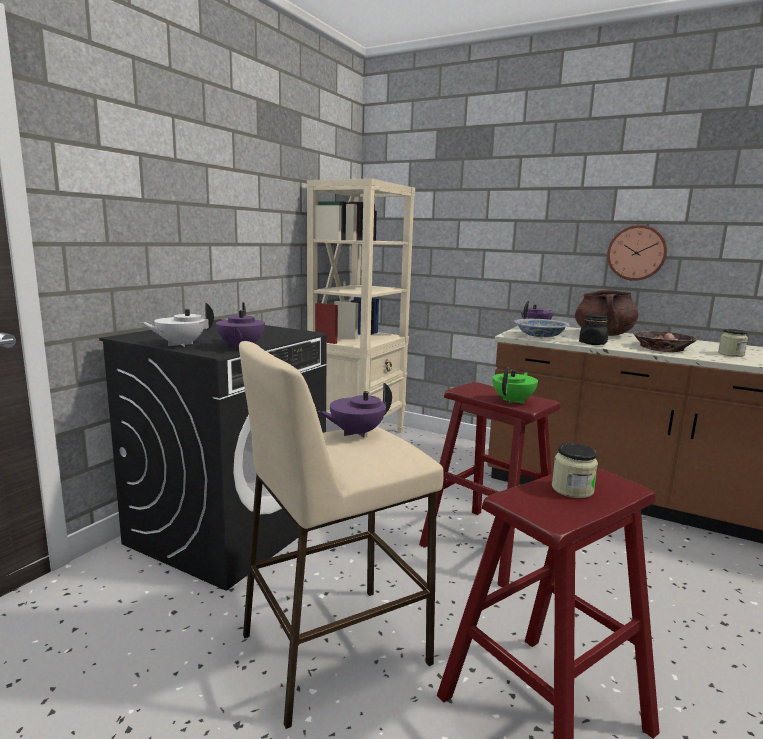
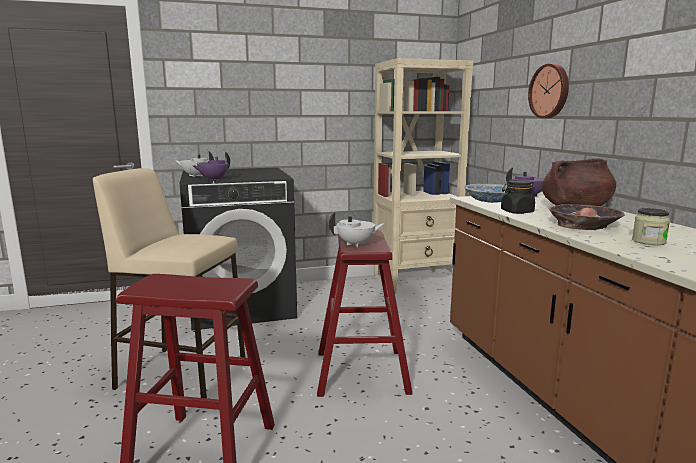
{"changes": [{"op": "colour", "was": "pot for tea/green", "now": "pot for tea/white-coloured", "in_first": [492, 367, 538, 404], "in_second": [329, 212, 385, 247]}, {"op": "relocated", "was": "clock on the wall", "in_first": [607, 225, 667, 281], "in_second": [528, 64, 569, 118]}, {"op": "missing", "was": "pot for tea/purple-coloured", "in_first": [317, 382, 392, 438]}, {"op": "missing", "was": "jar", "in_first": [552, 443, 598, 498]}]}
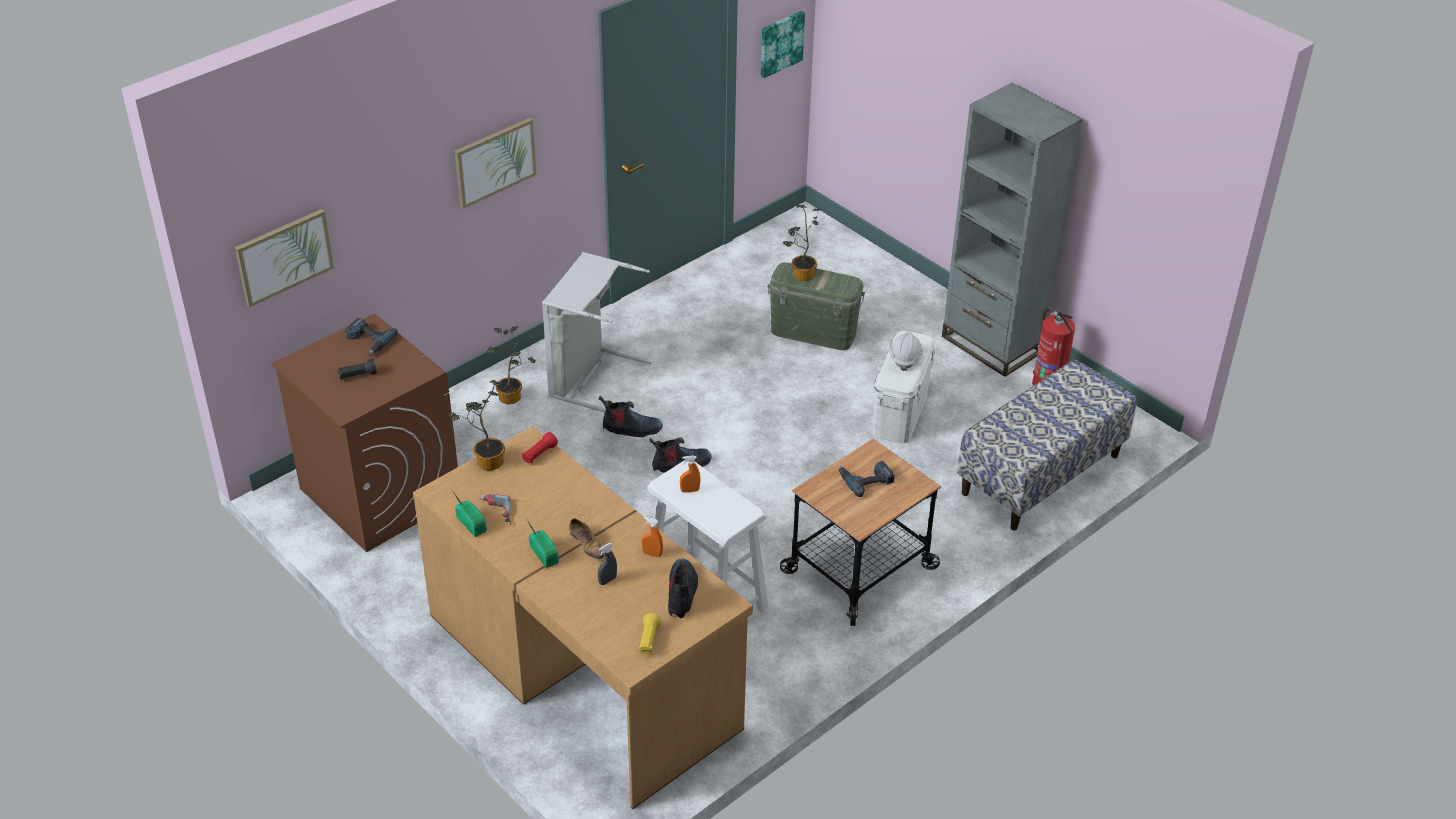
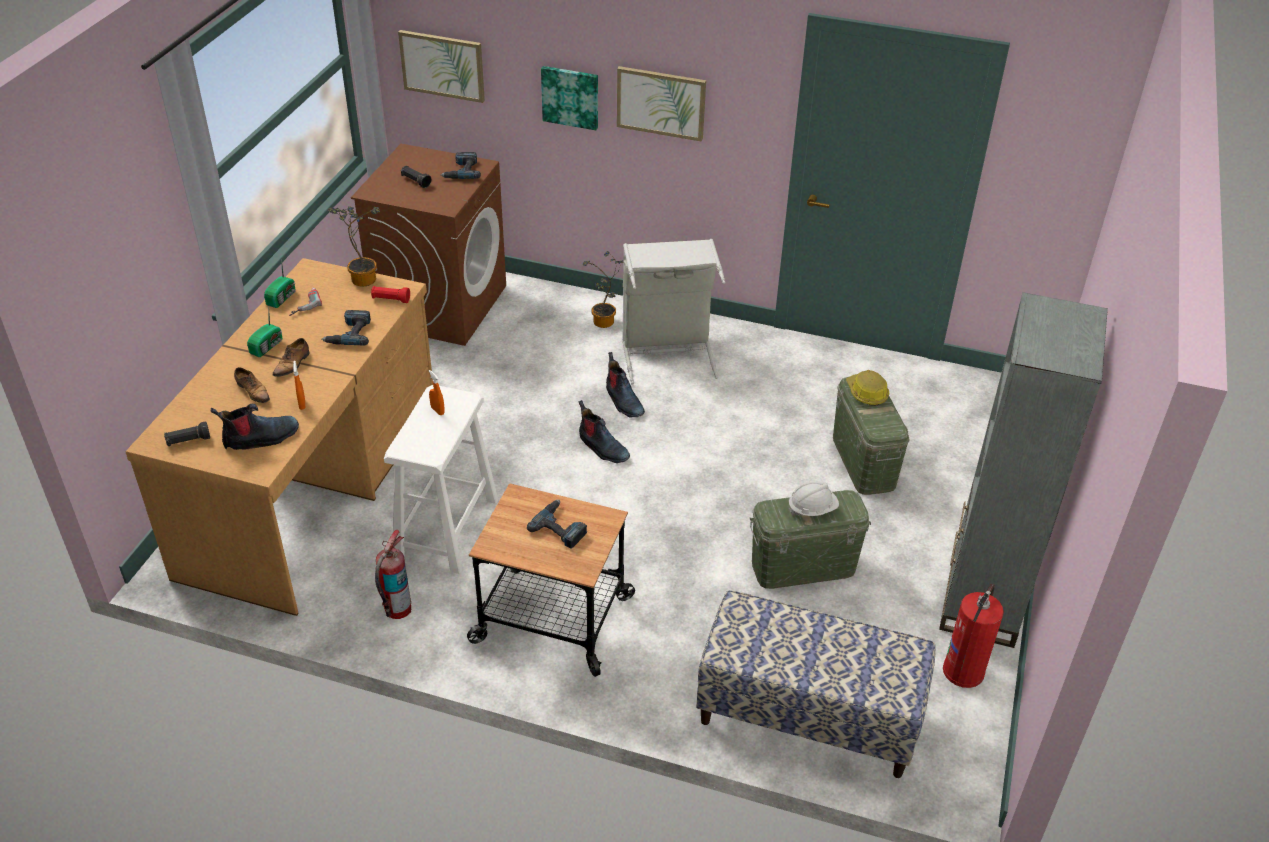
{"changes": [{"op": "colour", "was": "torch/yellow", "now": "torch/blackish", "in_first": [638, 613, 661, 655], "in_second": [164, 421, 210, 446]}, {"op": "exchanged", "was": "spray bottle/grey", "now": "low shoe", "in_first": [598, 543, 617, 585], "in_second": [234, 367, 270, 403]}, {"op": "appeared", "now": "electric drill", "in_second": [322, 310, 371, 346]}, {"op": "appeared", "now": "fire-fighting cylinder", "in_second": [375, 530, 411, 619]}, {"op": "relocated", "was": "wall picture", "in_first": [761, 11, 805, 78], "in_second": [541, 66, 598, 130]}, {"op": "colour", "was": "storage bin/white-coloured", "now": "storage bin/green", "in_first": [872, 331, 935, 444], "in_second": [750, 490, 871, 589]}, {"op": "exchanged", "was": "plant in a pot", "now": "hard hat", "in_first": [783, 205, 822, 281], "in_second": [846, 370, 889, 406]}]}
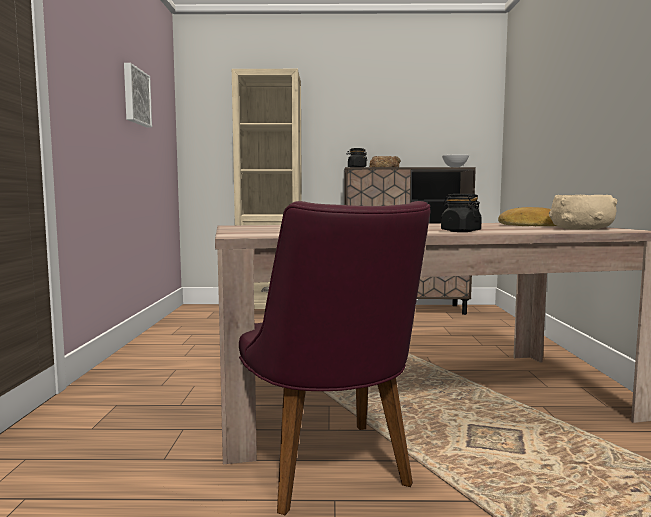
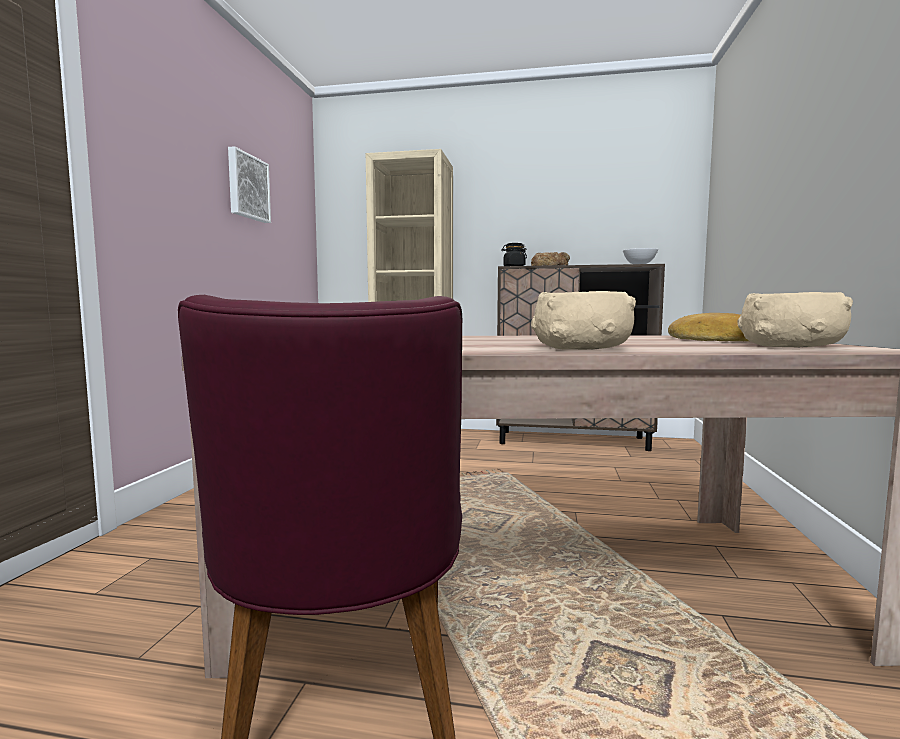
{"changes": [{"op": "exchanged", "was": "jar/blackish", "now": "bowl/beige-coloured", "in_first": [441, 194, 482, 232], "in_second": [531, 291, 636, 350]}]}
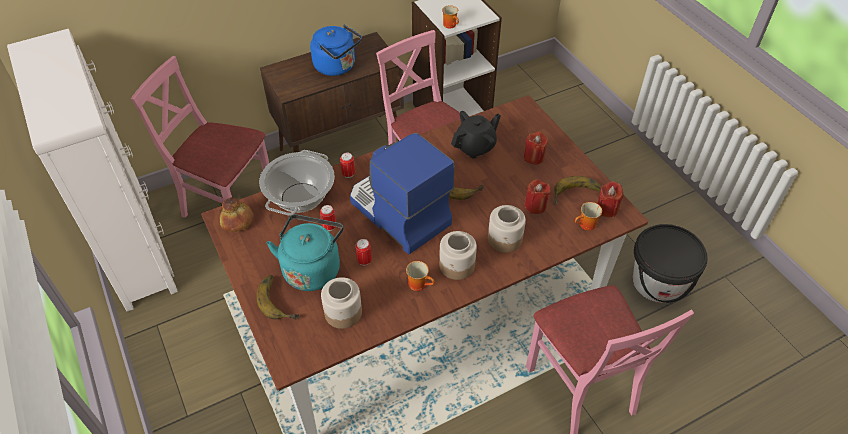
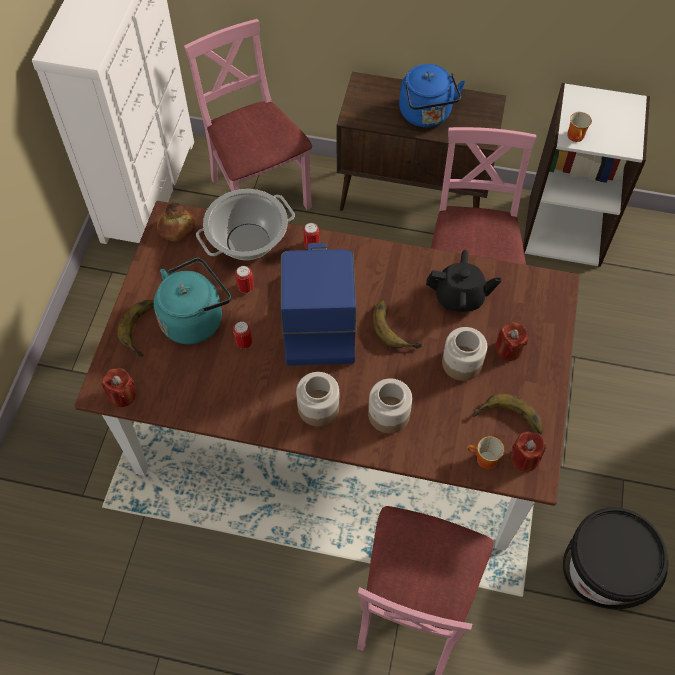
{"changes": [{"op": "relocated", "was": "candle/reddish", "in_first": [525, 179, 550, 214], "in_second": [101, 368, 136, 407]}, {"op": "relocated", "was": "jar", "in_first": [321, 277, 362, 329], "in_second": [442, 327, 487, 381]}, {"op": "missing", "was": "tea mug", "in_first": [406, 261, 435, 291]}]}
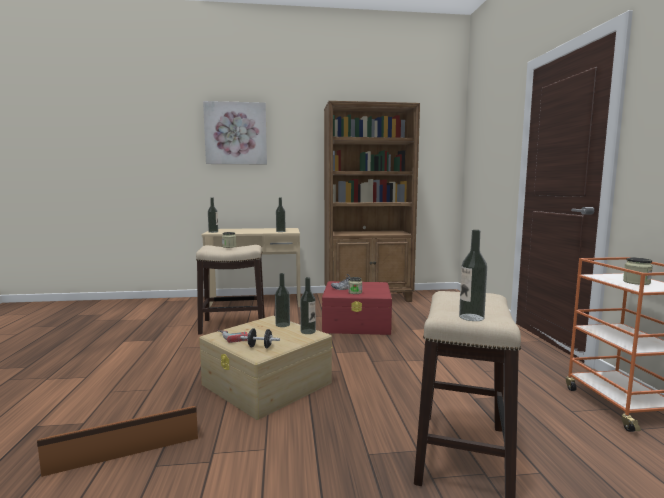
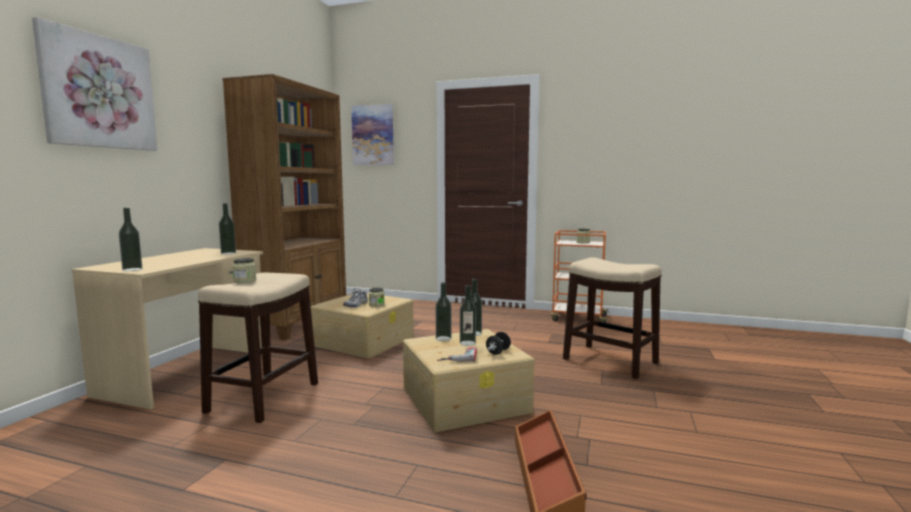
{"changes": [{"op": "colour", "was": "storage bin/reddish", "now": "storage bin/beige-coloured", "in_first": [322, 281, 392, 335], "in_second": [311, 293, 414, 359]}, {"op": "appeared", "now": "wall picture", "in_second": [351, 104, 394, 165]}, {"op": "relocated", "was": "beverage bottle", "in_first": [459, 230, 487, 321], "in_second": [460, 285, 476, 346]}]}
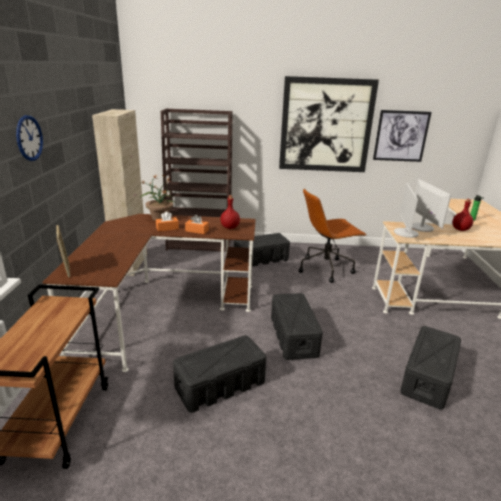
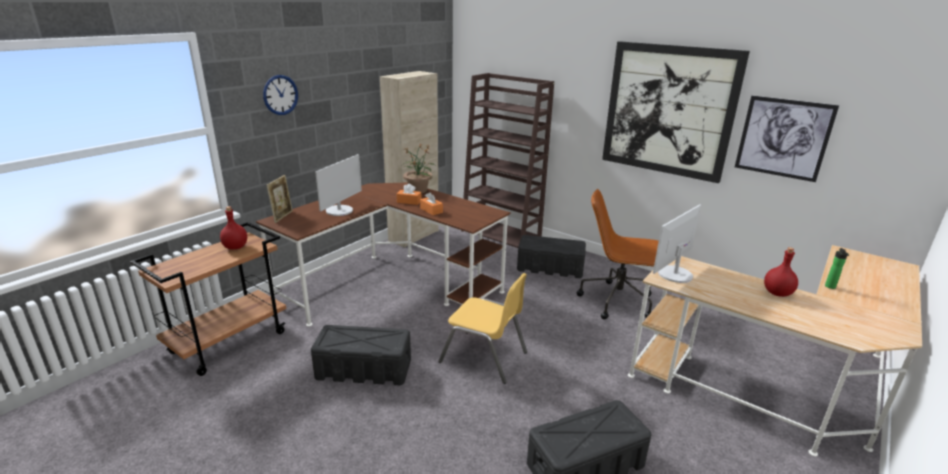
{"changes": [{"op": "relocated", "was": "beverage bottle/reddish", "in_first": [220, 195, 240, 229], "in_second": [220, 206, 247, 249]}, {"op": "relocated", "was": "monitor", "in_first": [412, 179, 451, 232], "in_second": [315, 154, 362, 216]}, {"op": "exchanged", "was": "storage bin/blackish", "now": "plain chair/yellow", "in_first": [271, 293, 323, 360], "in_second": [438, 273, 527, 384]}]}
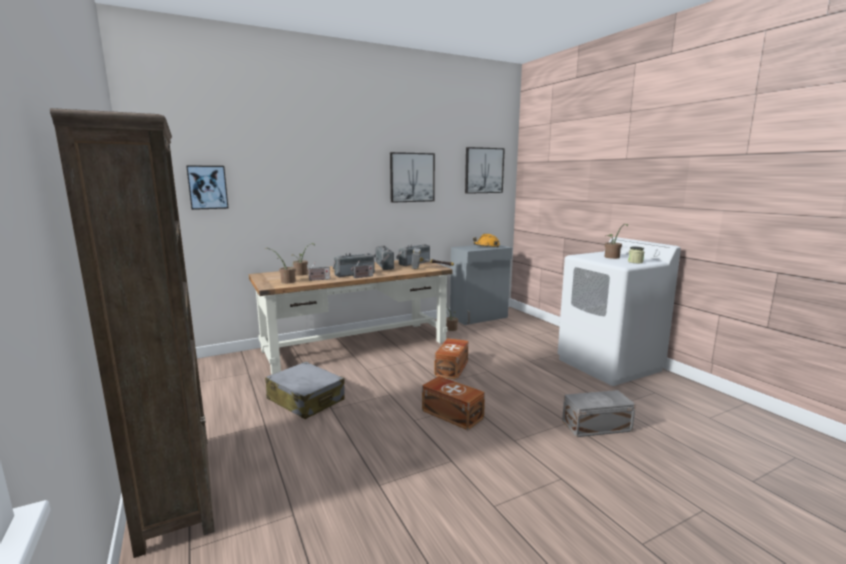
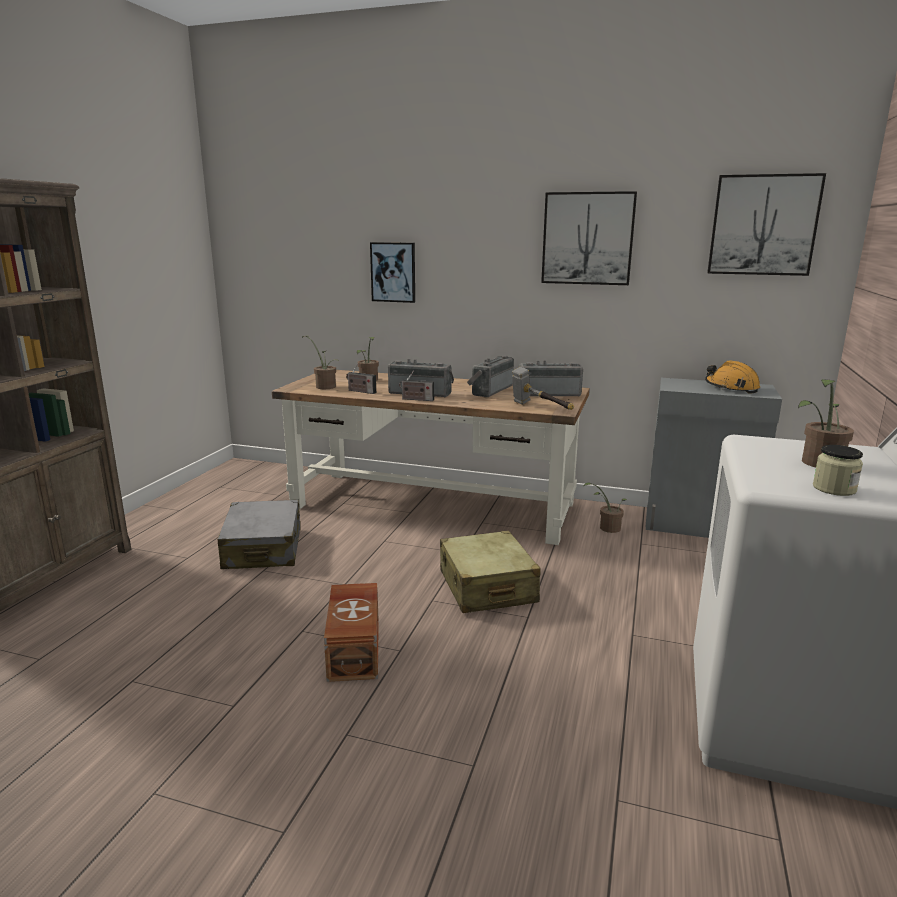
{"changes": [{"op": "relocated", "was": "wall picture", "in_first": [186, 165, 229, 210], "in_second": [370, 242, 415, 303]}, {"op": "exchanged", "was": "storage bin/brown-coloured", "now": "piece of luggage/beige-coloured", "in_first": [434, 338, 468, 380], "in_second": [440, 530, 541, 613]}, {"op": "missing", "was": "storage bin/grey", "in_first": [562, 390, 636, 437]}]}
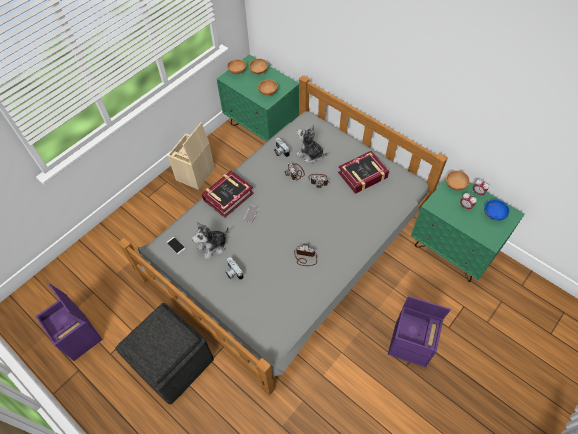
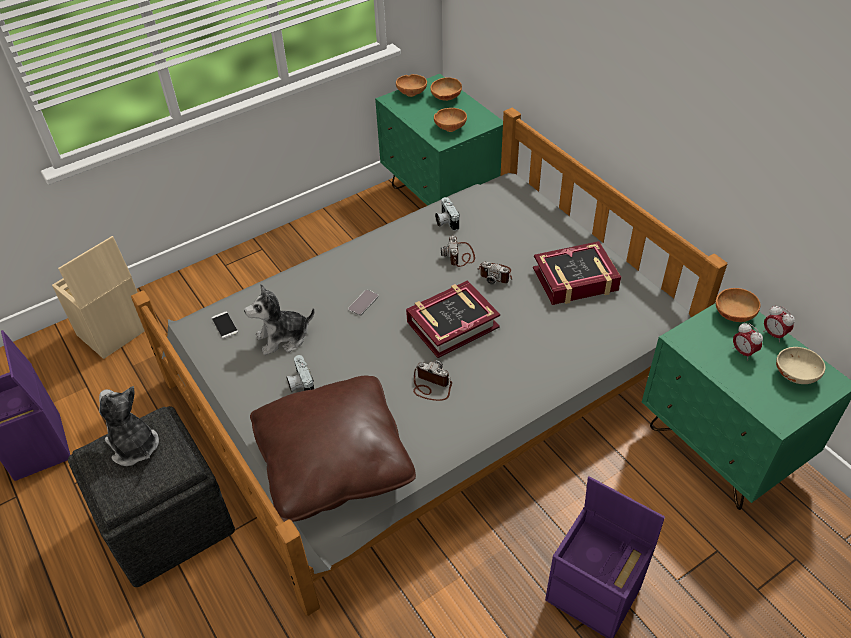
{"changes": [{"op": "relocated", "was": "storage bin/beige-coloured", "in_first": [168, 122, 215, 190], "in_second": [52, 236, 145, 359]}, {"op": "relocated", "was": "plush toy", "in_first": [296, 125, 327, 163], "in_second": [99, 386, 159, 466]}, {"op": "appeared", "now": "throw pillow/brown-coloured", "in_second": [250, 376, 416, 522]}, {"op": "relocated", "was": "book", "in_first": [202, 171, 254, 218], "in_second": [406, 280, 500, 358]}, {"op": "colour", "was": "bowl/bluish", "now": "bowl/beige-coloured", "in_first": [484, 200, 510, 220], "in_second": [776, 347, 826, 384]}]}
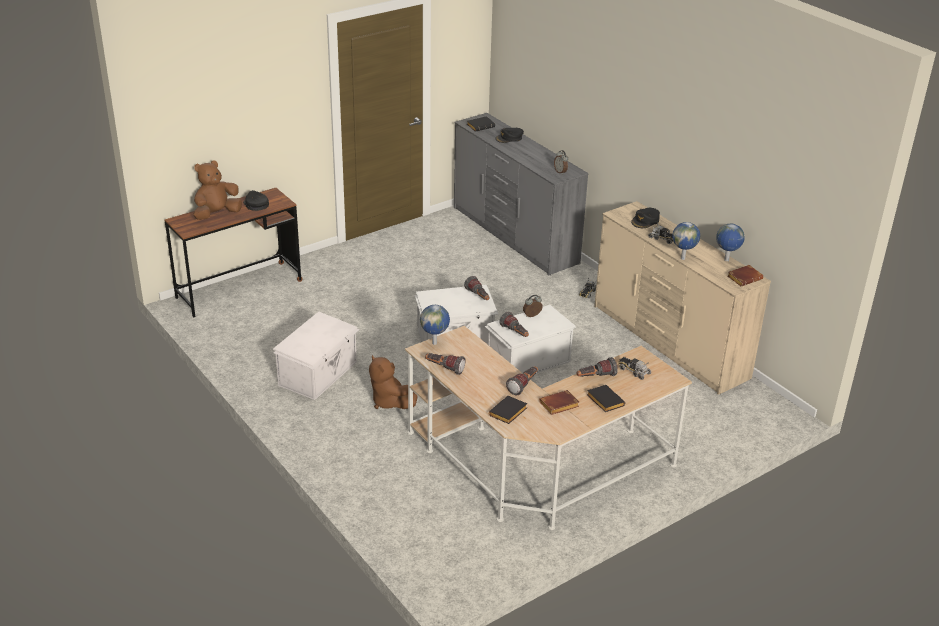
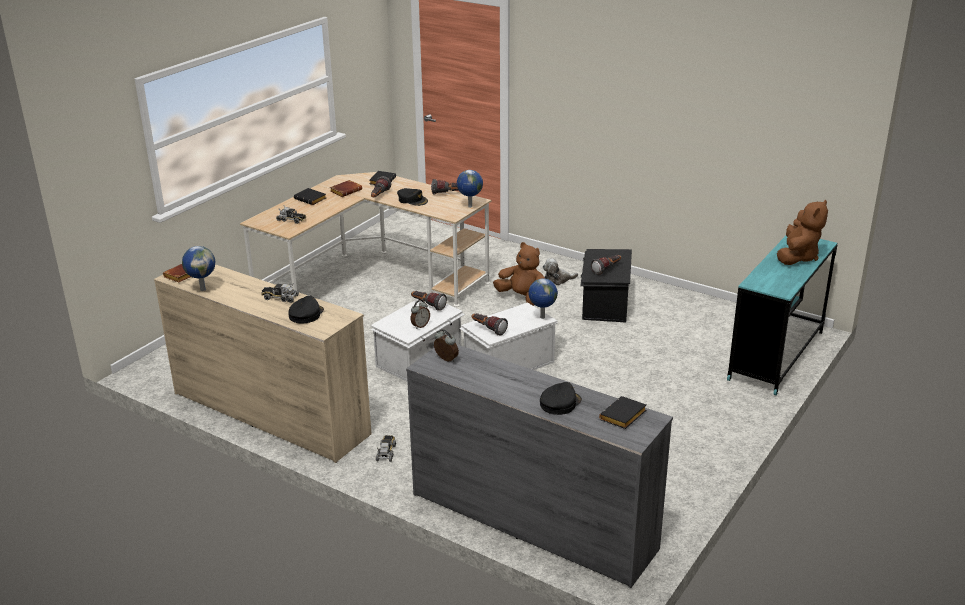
{"changes": [{"op": "relocated", "was": "cap/blackish", "in_first": [243, 190, 269, 211], "in_second": [397, 188, 428, 206]}, {"op": "relocated", "was": "desk globe", "in_first": [672, 222, 700, 260], "in_second": [528, 278, 558, 319]}, {"op": "appeared", "now": "plush toy", "in_second": [543, 258, 578, 285]}, {"op": "colour", "was": "storage bin/white-coloured", "now": "storage bin/blackish", "in_first": [273, 312, 360, 400], "in_second": [580, 249, 632, 322]}, {"op": "relocated", "was": "torch", "in_first": [576, 357, 618, 377], "in_second": [591, 255, 621, 275]}, {"op": "colour", "was": "desk unit/brown-coloured", "now": "desk unit/turquoise", "in_first": [165, 188, 303, 318], "in_second": [727, 236, 838, 395]}]}
